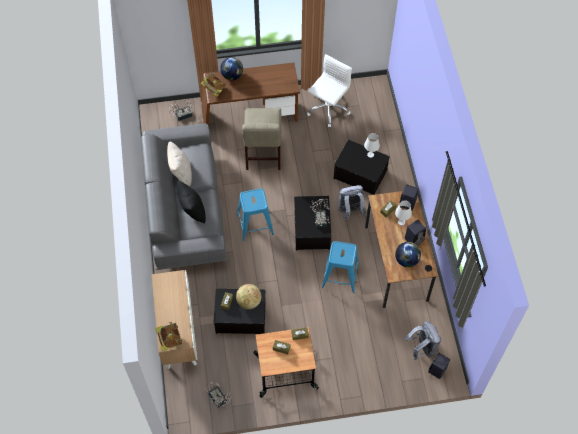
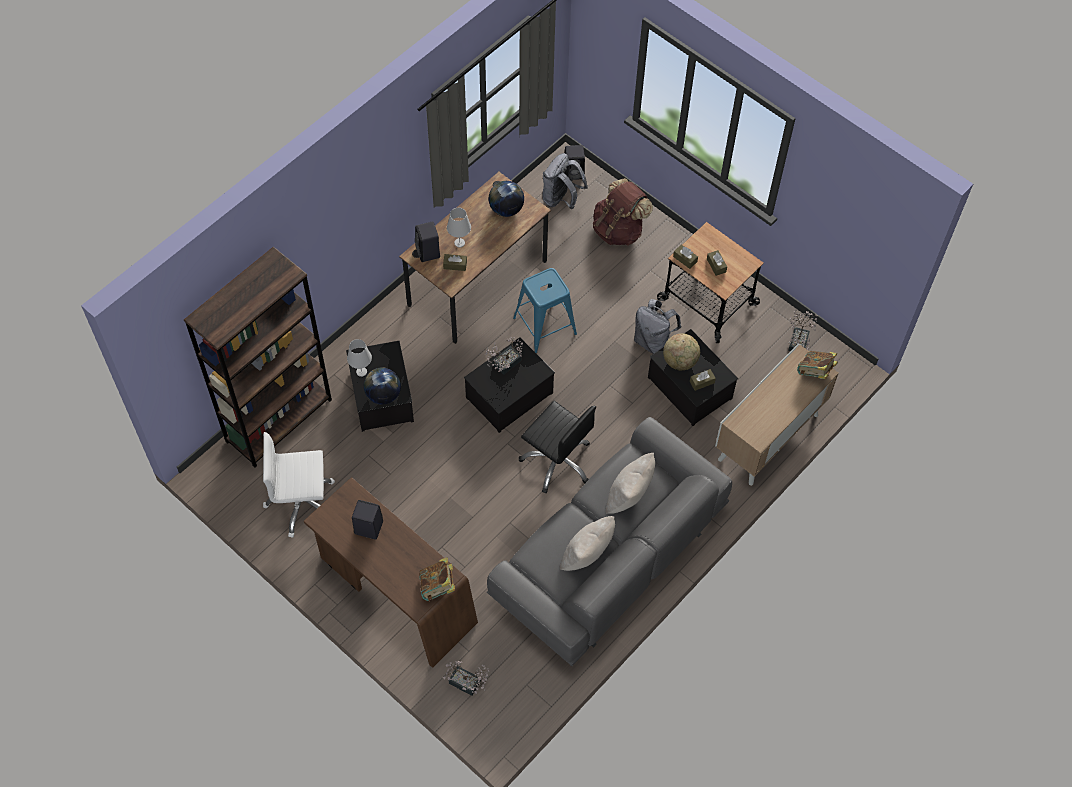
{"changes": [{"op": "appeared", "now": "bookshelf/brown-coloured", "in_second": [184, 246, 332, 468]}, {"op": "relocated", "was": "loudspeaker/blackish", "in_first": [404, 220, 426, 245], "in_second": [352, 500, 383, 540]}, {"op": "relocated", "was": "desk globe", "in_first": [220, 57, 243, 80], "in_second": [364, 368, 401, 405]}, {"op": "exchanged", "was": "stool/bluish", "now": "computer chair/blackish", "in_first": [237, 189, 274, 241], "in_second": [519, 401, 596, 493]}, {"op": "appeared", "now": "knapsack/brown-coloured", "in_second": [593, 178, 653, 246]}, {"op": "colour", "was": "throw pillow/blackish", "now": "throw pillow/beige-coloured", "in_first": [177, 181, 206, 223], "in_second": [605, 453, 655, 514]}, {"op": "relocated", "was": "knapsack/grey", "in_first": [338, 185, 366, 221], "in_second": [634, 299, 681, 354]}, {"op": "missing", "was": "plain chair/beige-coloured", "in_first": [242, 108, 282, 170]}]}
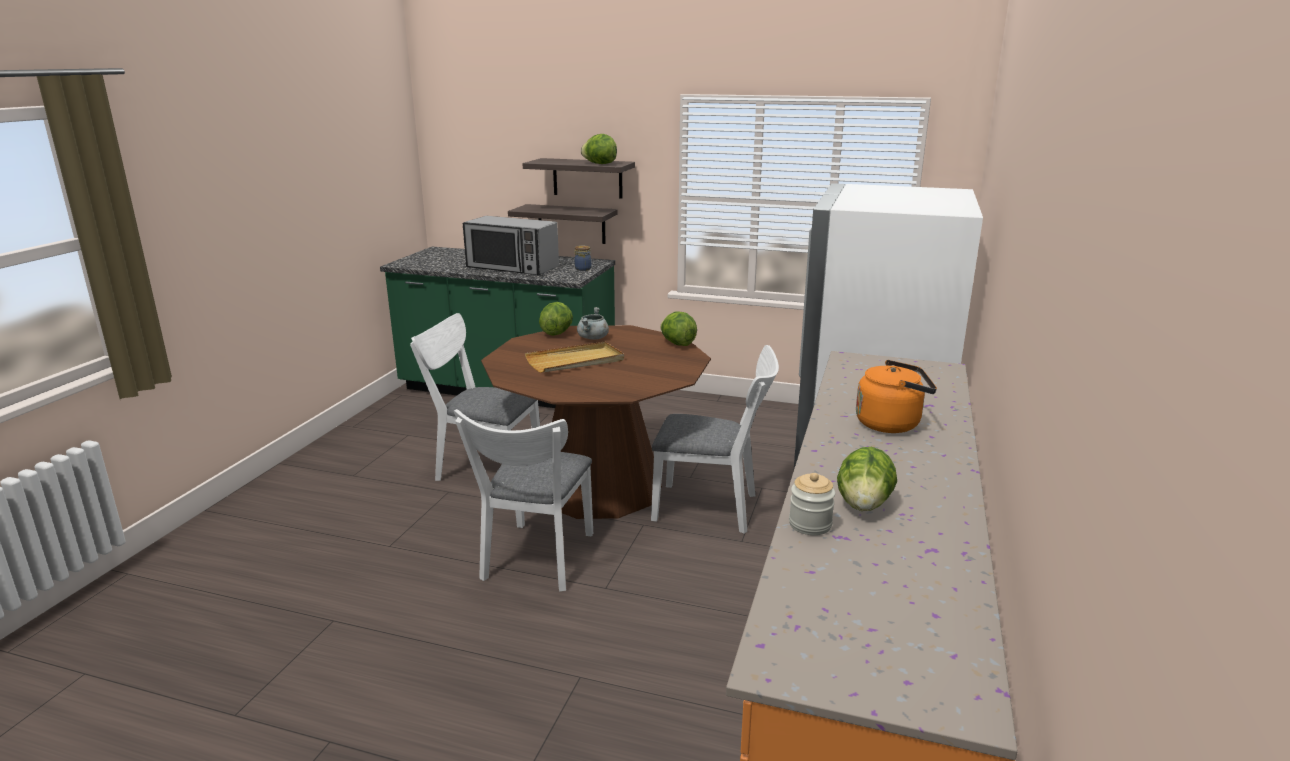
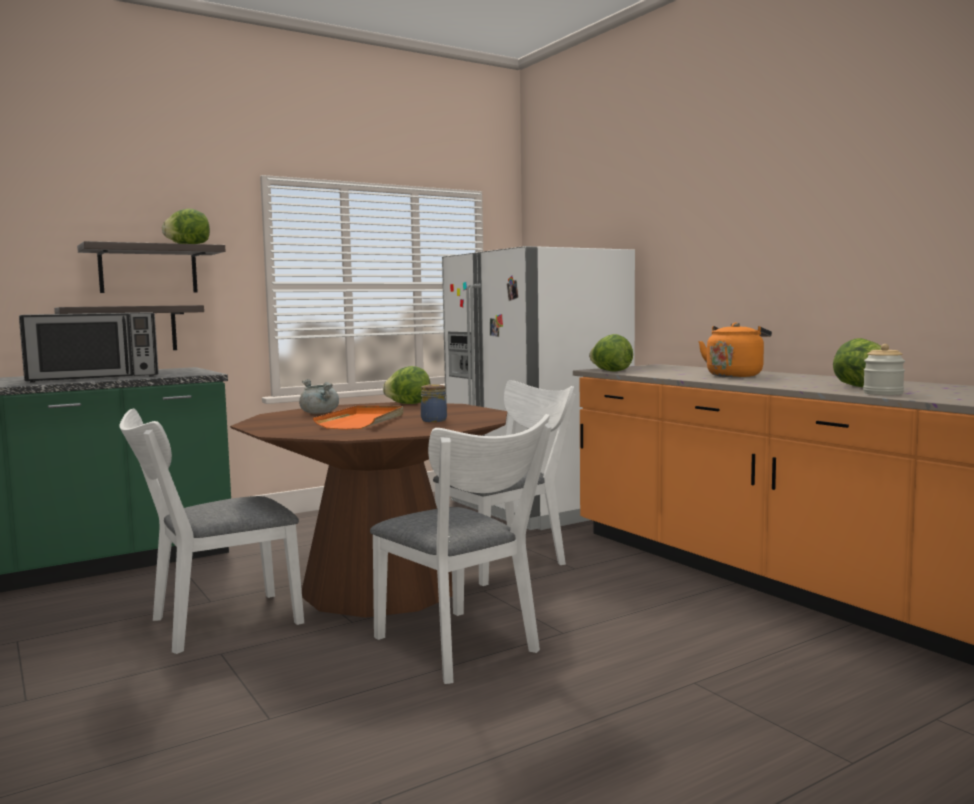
{"changes": [{"op": "colour", "was": "serving tray/beige-coloured", "now": "serving tray/orange-coloured", "in_first": [525, 342, 624, 373], "in_second": [313, 406, 403, 430]}, {"op": "relocated", "was": "jar", "in_first": [574, 246, 591, 271], "in_second": [421, 384, 447, 422]}, {"op": "relocated", "was": "lettuce head", "in_first": [539, 302, 573, 336], "in_second": [589, 334, 633, 372]}]}
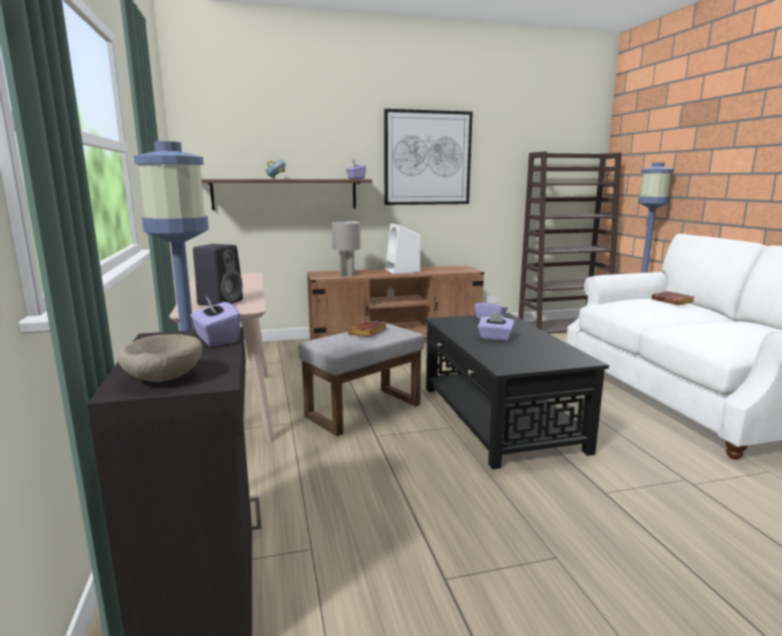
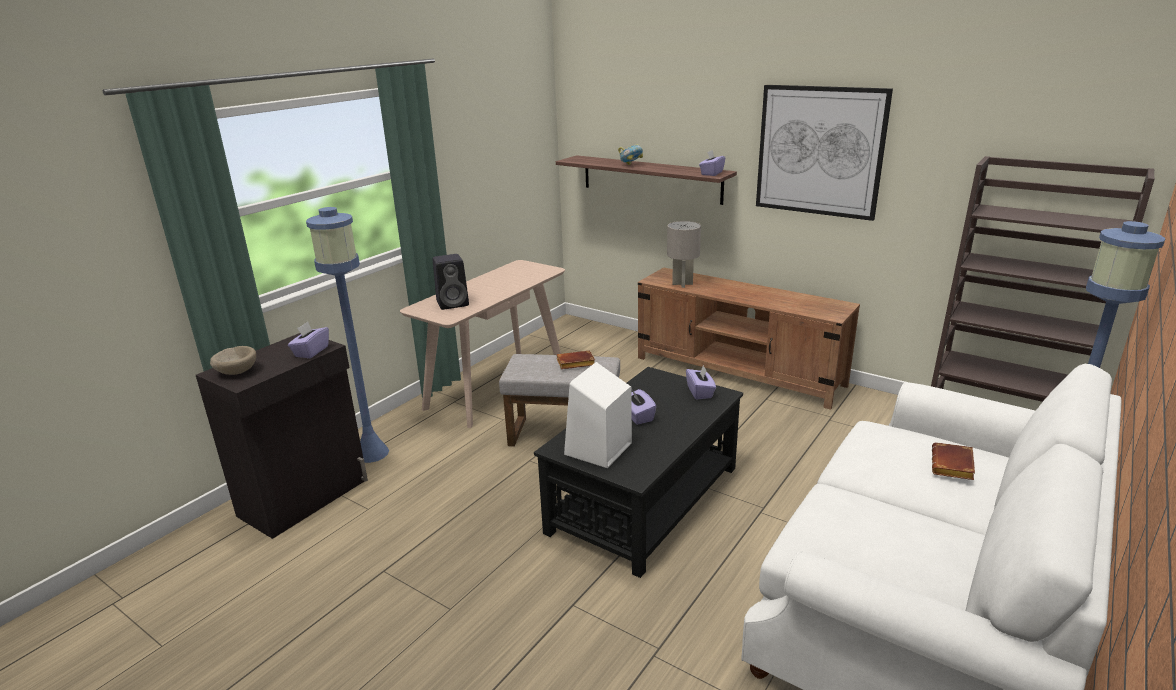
{"changes": [{"op": "relocated", "was": "loudspeaker/white-coloured", "in_first": [385, 223, 421, 274], "in_second": [564, 362, 632, 468]}]}
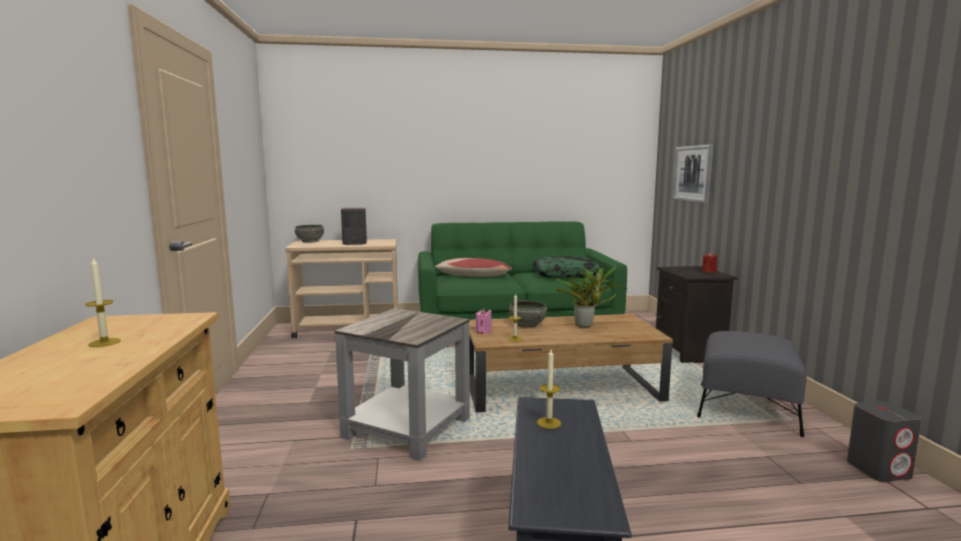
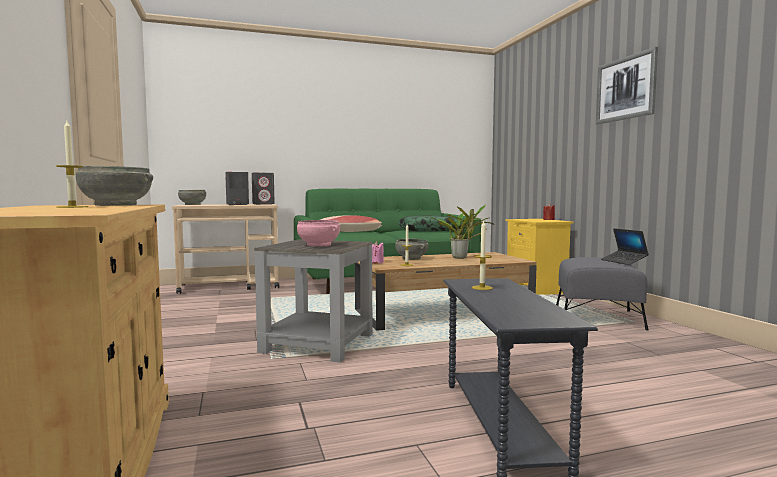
{"changes": [{"op": "appeared", "now": "bowl/grey", "in_second": [76, 166, 153, 206]}, {"op": "relocated", "was": "loudspeaker/grey", "in_first": [847, 401, 922, 482], "in_second": [252, 173, 275, 205]}, {"op": "appeared", "now": "bowl/pink-coloured", "in_second": [297, 220, 340, 246]}, {"op": "colour", "was": "bedside table/blackish", "now": "bedside table/yellow", "in_first": [656, 266, 738, 363], "in_second": [505, 219, 574, 295]}, {"op": "relocated", "was": "wall picture", "in_first": [672, 144, 713, 204], "in_second": [596, 47, 658, 125]}, {"op": "appeared", "now": "laptop", "in_second": [601, 228, 649, 265]}]}
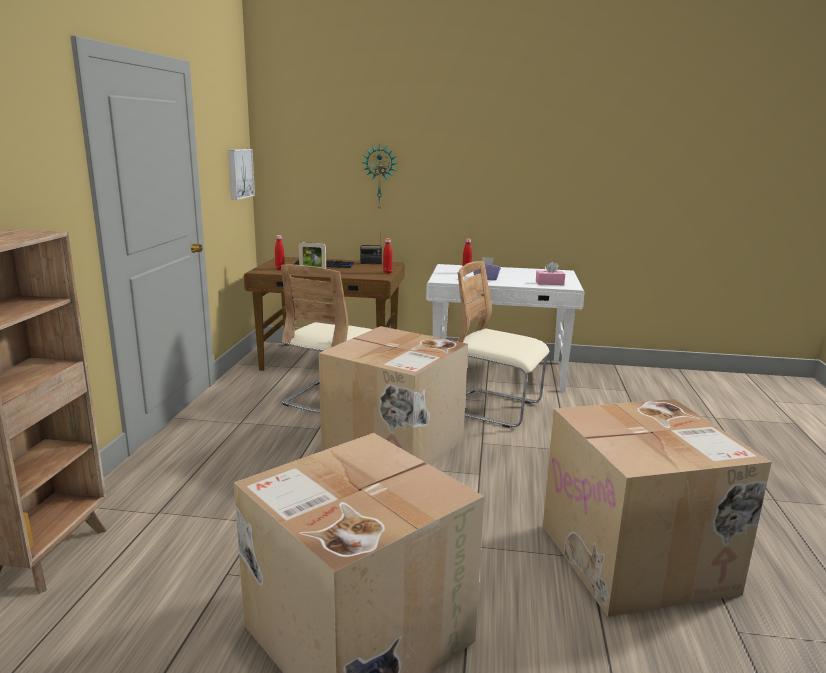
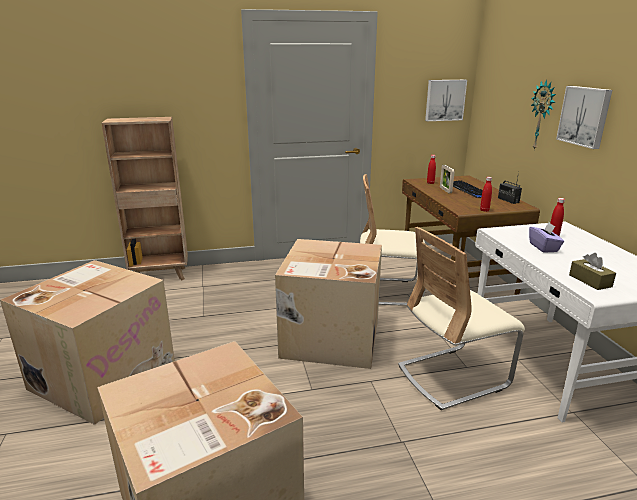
{"changes": [{"op": "spun", "was": "plain chair/beige-coloured", "in_first": [457, 261, 549, 428], "in_second": [398, 227, 525, 411], "clockwise": -120}, {"op": "appeared", "now": "wall picture", "in_second": [556, 86, 612, 149]}, {"op": "colour", "was": "tissue box/pink-coloured", "now": "tissue box/brown-coloured", "in_first": [536, 261, 565, 285], "in_second": [569, 253, 616, 290]}]}
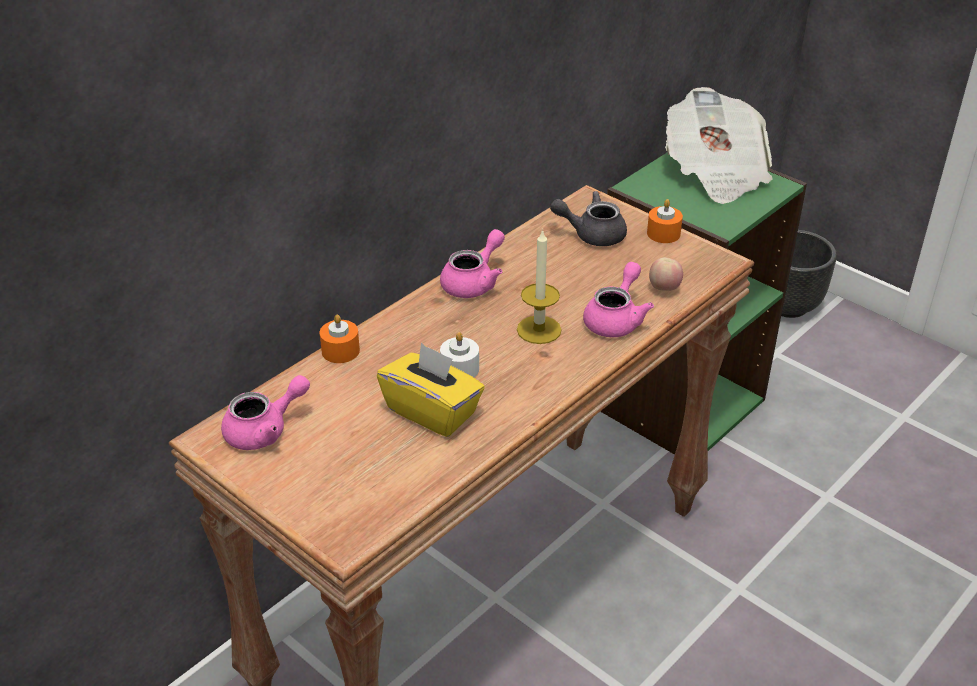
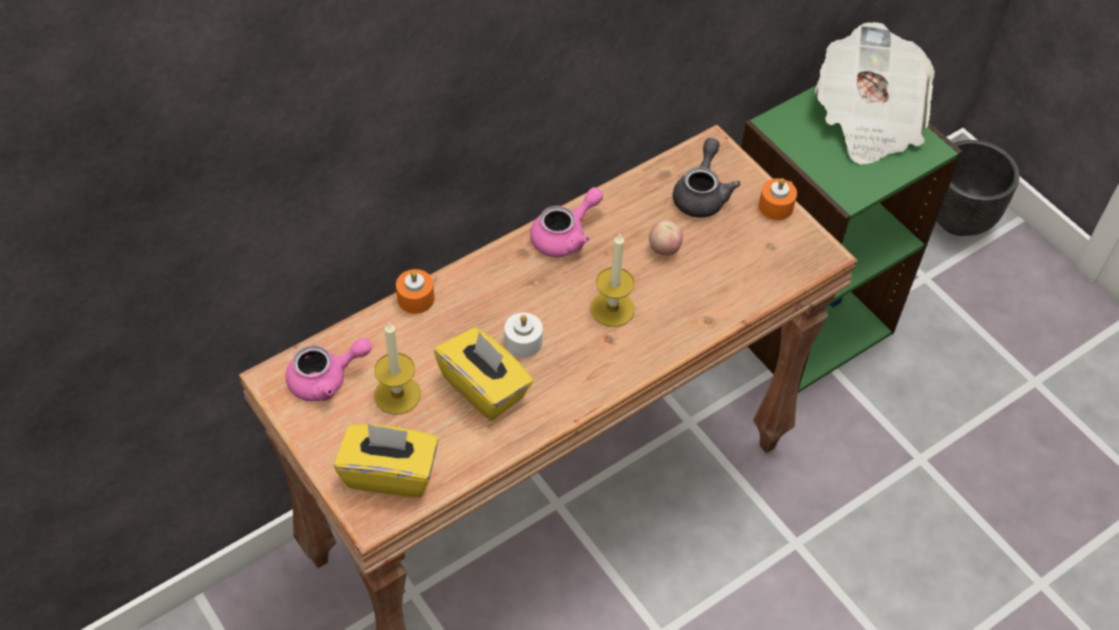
{"changes": [{"op": "appeared", "now": "tissue box/yellow", "in_second": [334, 424, 439, 497]}, {"op": "appeared", "now": "candle", "in_second": [374, 322, 421, 414]}, {"op": "relocated", "was": "apple fruit", "in_first": [649, 257, 683, 291], "in_second": [649, 220, 683, 256]}, {"op": "spun", "was": "pot for tea/grey", "in_first": [550, 191, 627, 246], "in_second": [673, 138, 741, 218], "clockwise": 90}, {"op": "missing", "was": "pot for tea/pink-coloured", "in_first": [583, 262, 654, 337]}]}
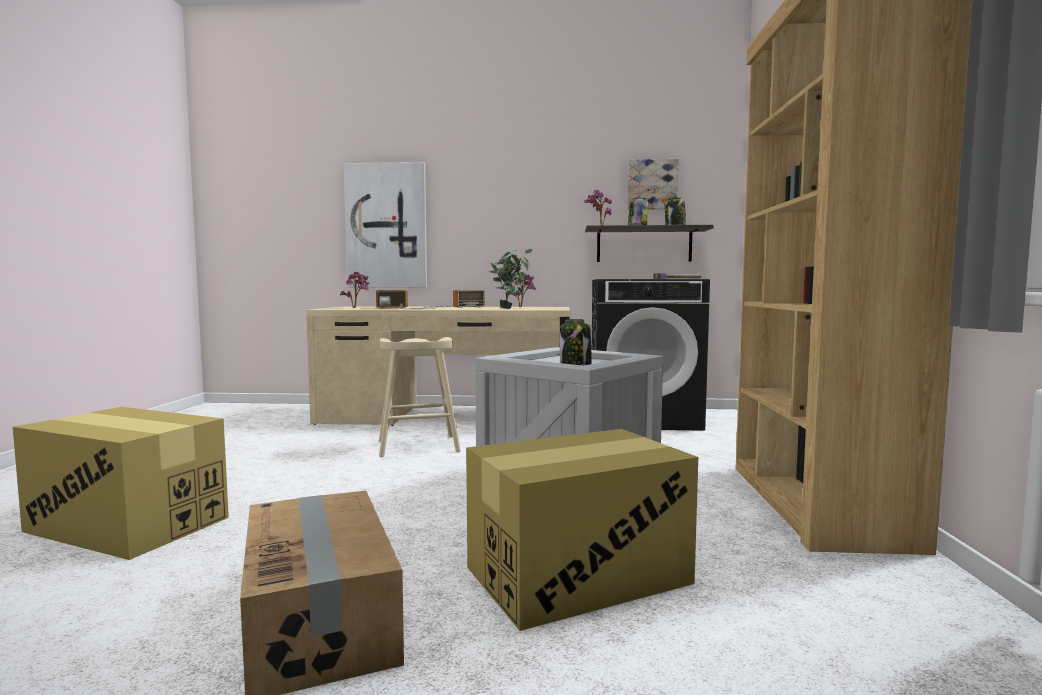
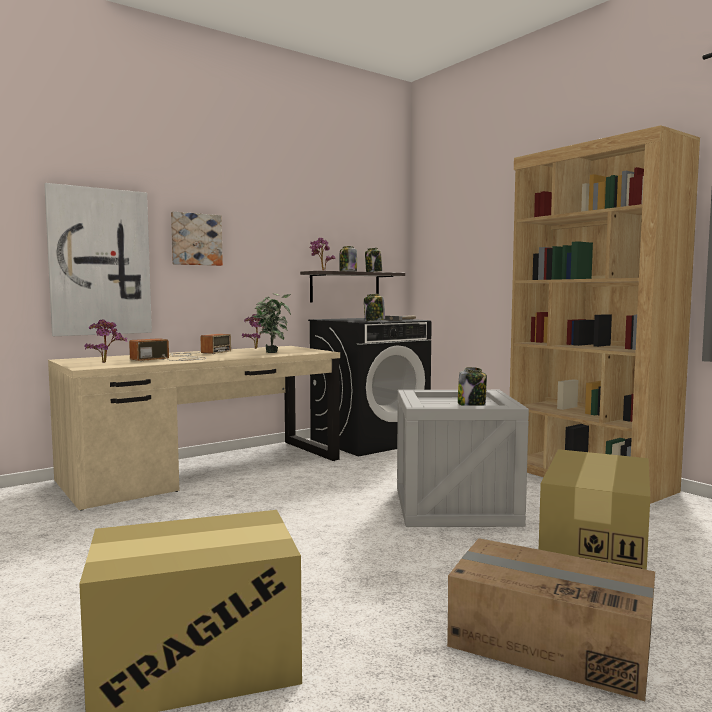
{"changes": [{"op": "relocated", "was": "wall picture", "in_first": [628, 159, 679, 210], "in_second": [171, 212, 223, 266]}, {"op": "appeared", "now": "jar", "in_second": [364, 294, 385, 321]}, {"op": "missing", "was": "stool/beige-coloured", "in_first": [379, 337, 461, 457]}]}
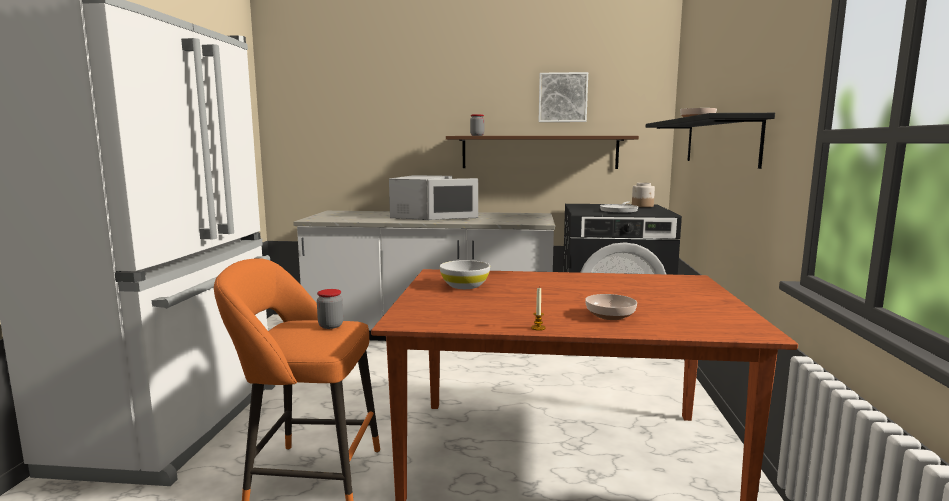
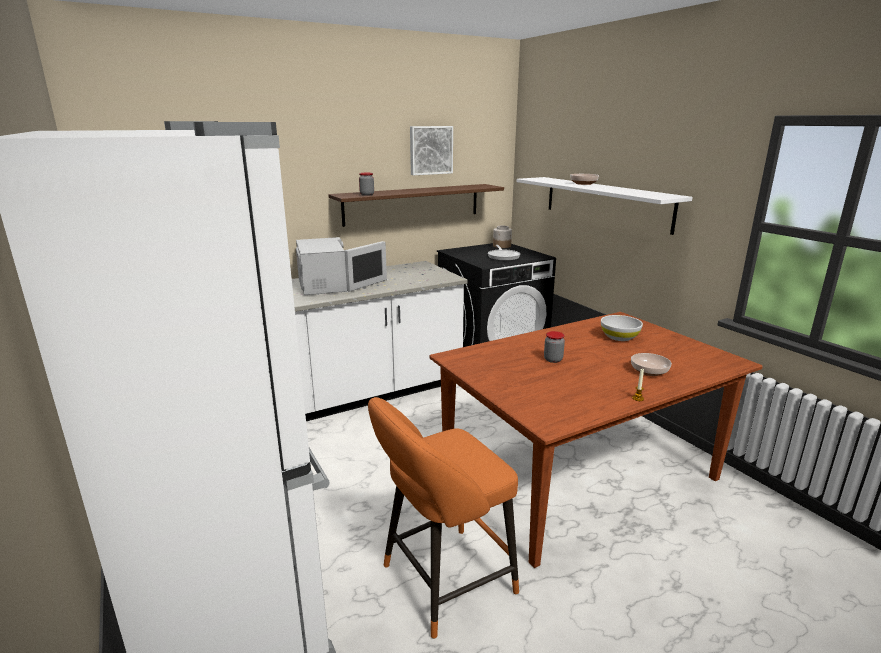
{"changes": [{"op": "colour", "was": "shelf/blackish", "now": "shelf/white-coloured", "in_first": [646, 113, 775, 169], "in_second": [516, 177, 693, 235]}, {"op": "relocated", "was": "jar", "in_first": [317, 289, 343, 329], "in_second": [544, 331, 565, 363]}, {"op": "relocated", "was": "bowl/white-coloured", "in_first": [439, 260, 490, 289], "in_second": [601, 315, 643, 341]}]}
